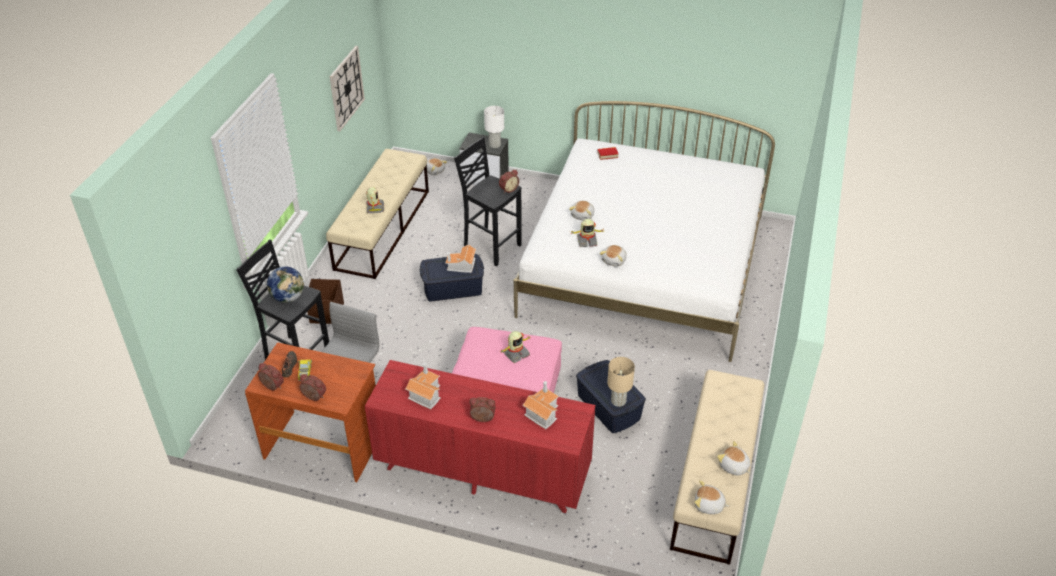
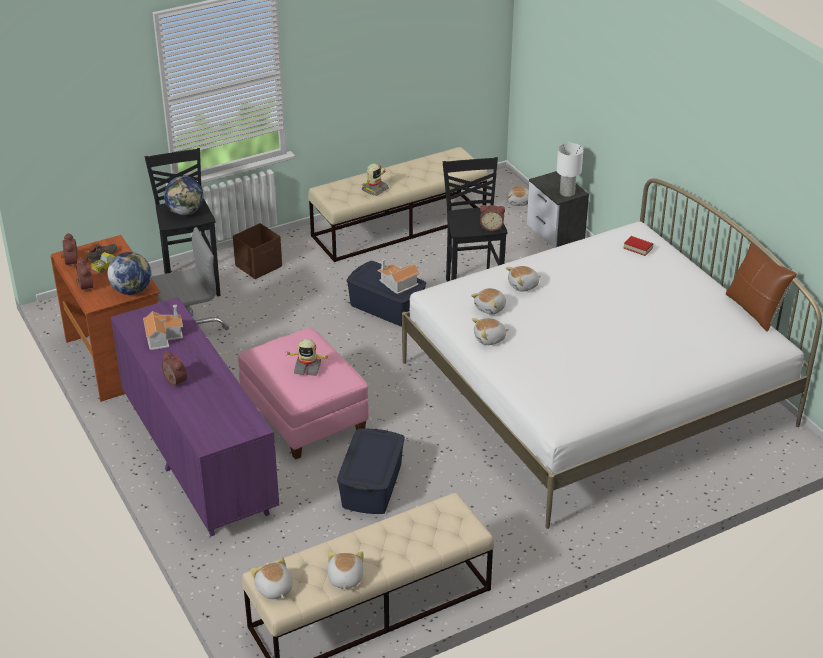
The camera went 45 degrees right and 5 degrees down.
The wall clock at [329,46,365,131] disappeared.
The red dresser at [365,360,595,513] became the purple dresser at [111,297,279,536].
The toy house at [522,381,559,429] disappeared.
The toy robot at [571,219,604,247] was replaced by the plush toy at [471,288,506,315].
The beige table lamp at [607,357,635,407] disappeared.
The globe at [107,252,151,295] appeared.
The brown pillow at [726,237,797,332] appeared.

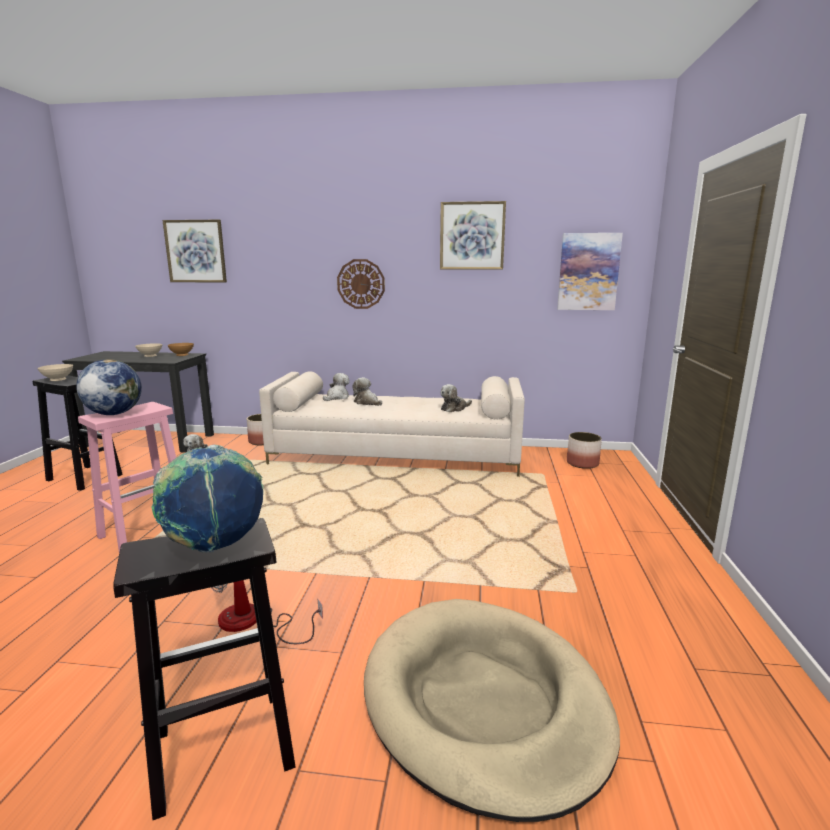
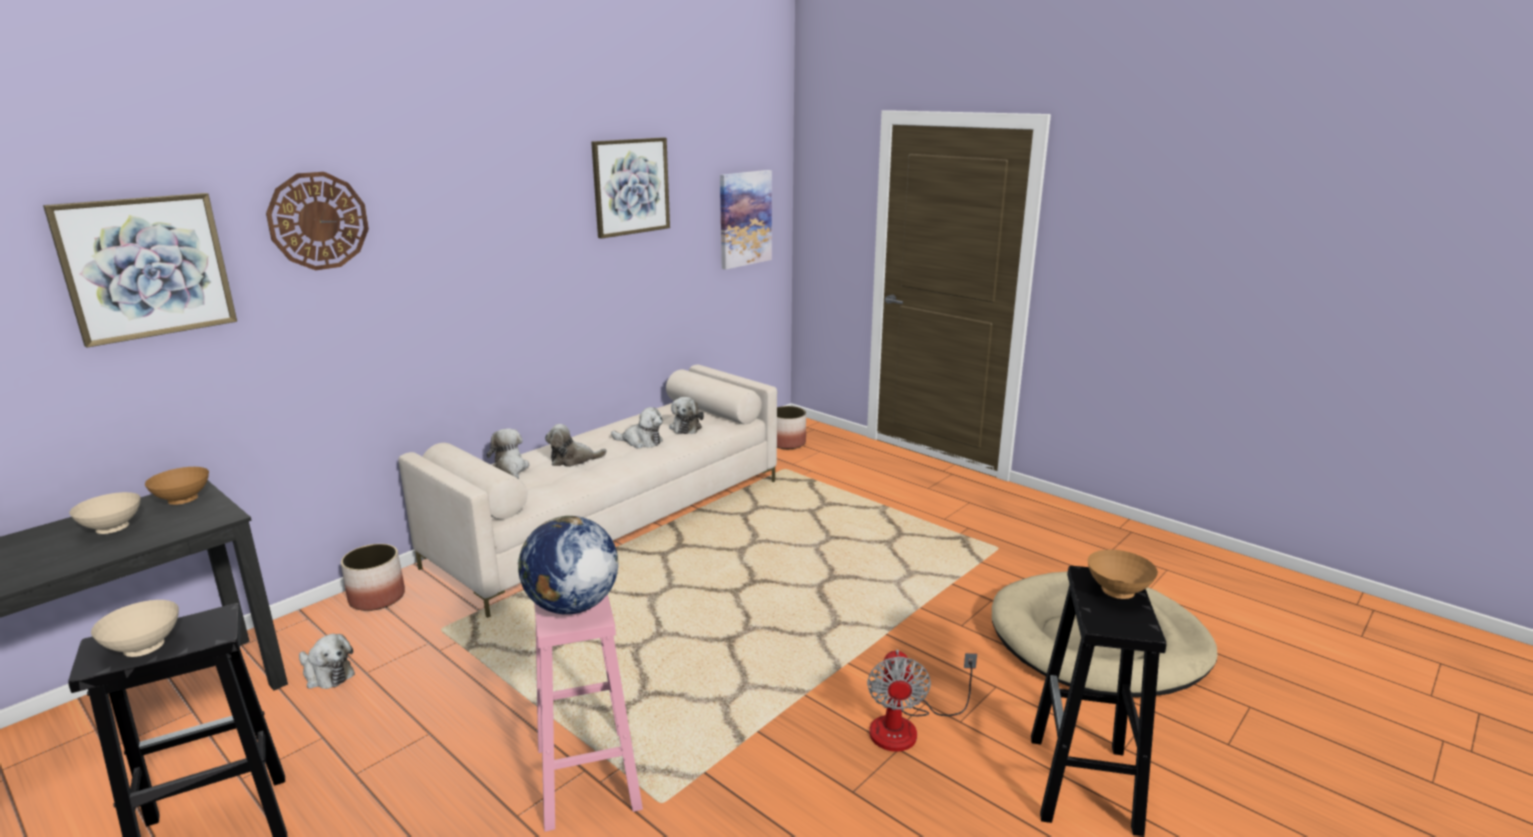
The camera went 55 degrees left and 5 degrees up.
The globe at [151,445,264,553] was replaced by the brown bowl at [1088,550,1158,599].
The wall clock moved from [337,259,385,309] to [266,172,369,270].
The plush toy at [611,407,663,448] appeared.

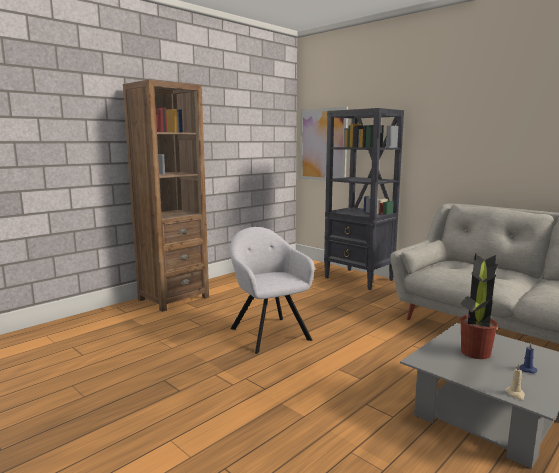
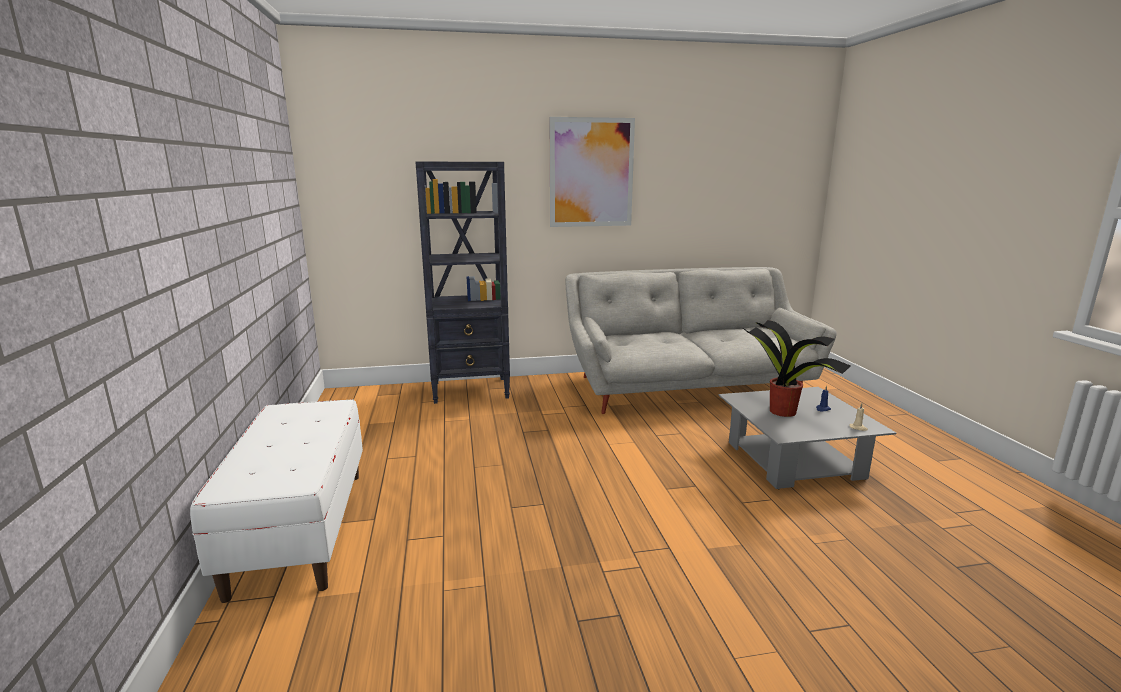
The camera went 55 degrees left and 5 degrees up.
The brown bookcase at [123,79,209,312] was replaced by the white bench at [190,399,363,603].
The grey armchair at [230,227,315,354] disappeared.
The picture moved from [300,107,348,181] to [550,117,635,227].

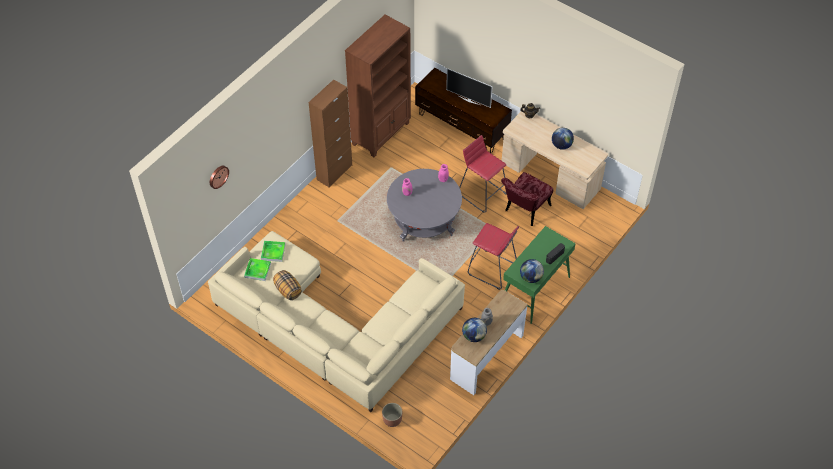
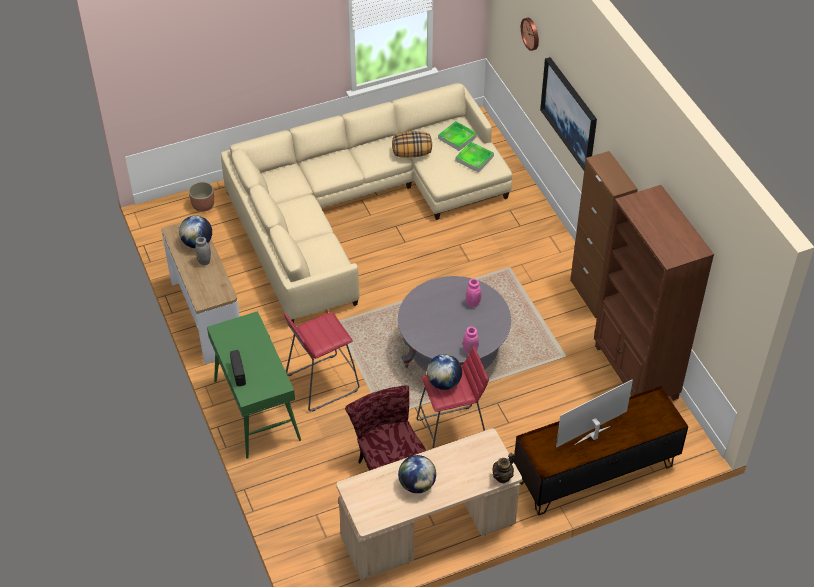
The camera went 120 degrees right and 5 degrees down.
The globe moved from [520,259,544,283] to [427,354,462,390].
The picture at [540,57,597,170] appeared.

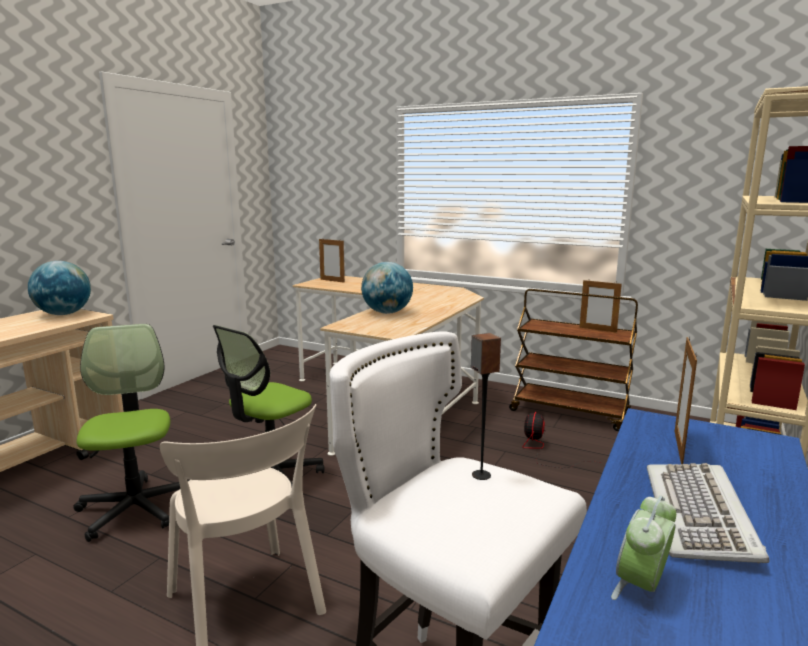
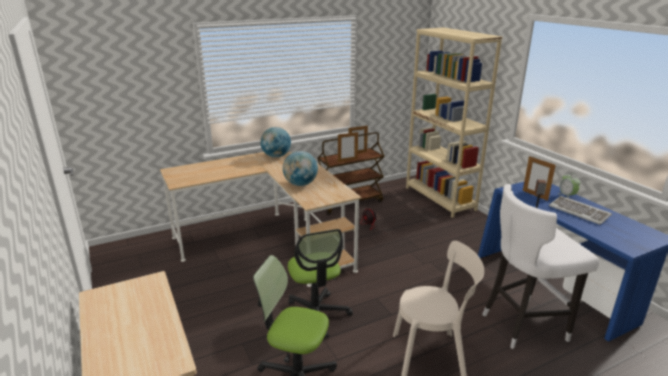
The camera went 55 degrees left and 10 degrees up.
The globe moved from [28,261,91,315] to [260,127,291,158].
The picture frame moved from [319,238,345,283] to [338,131,358,162].
The alarm clock moved from [611,495,676,600] to [557,173,581,198].

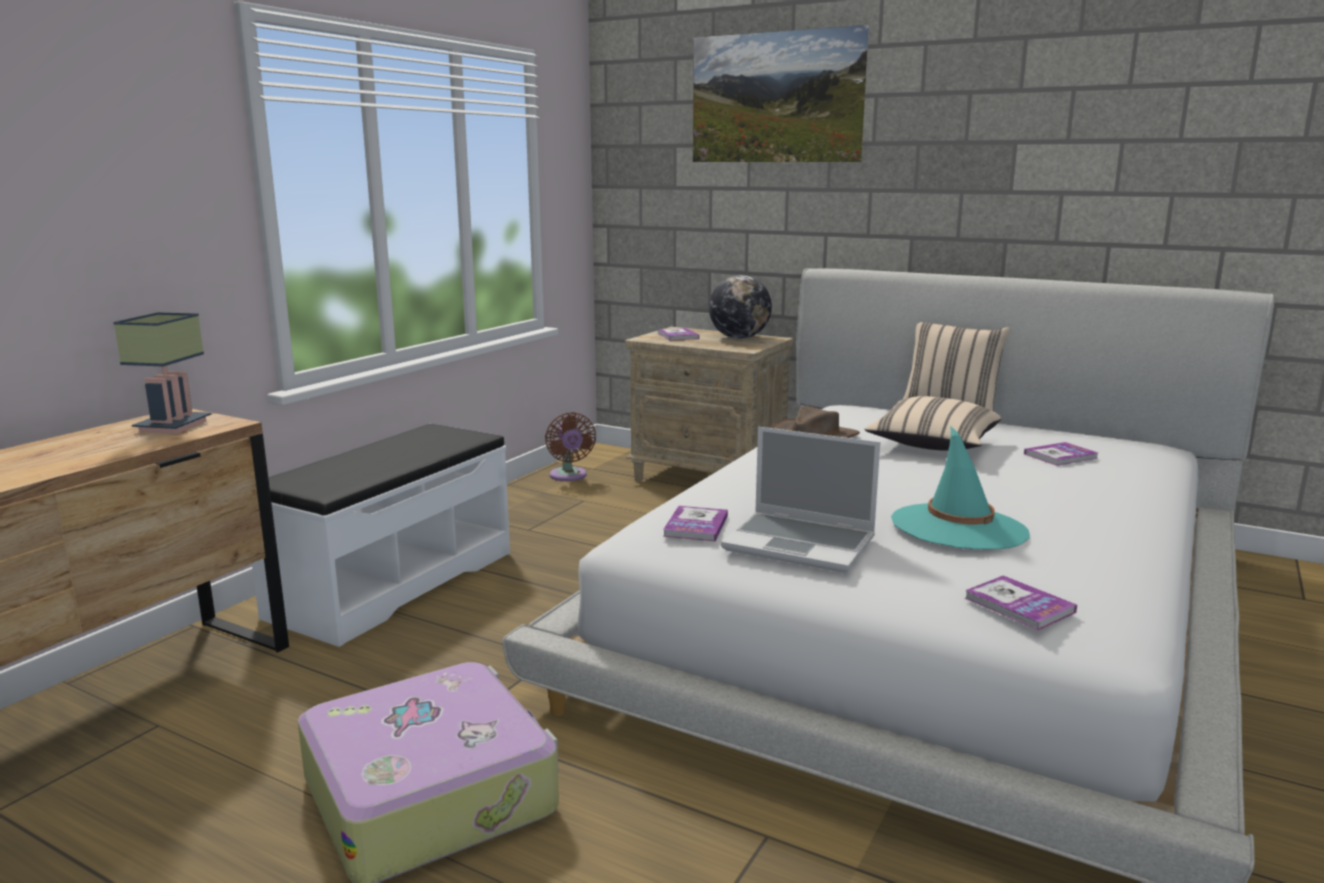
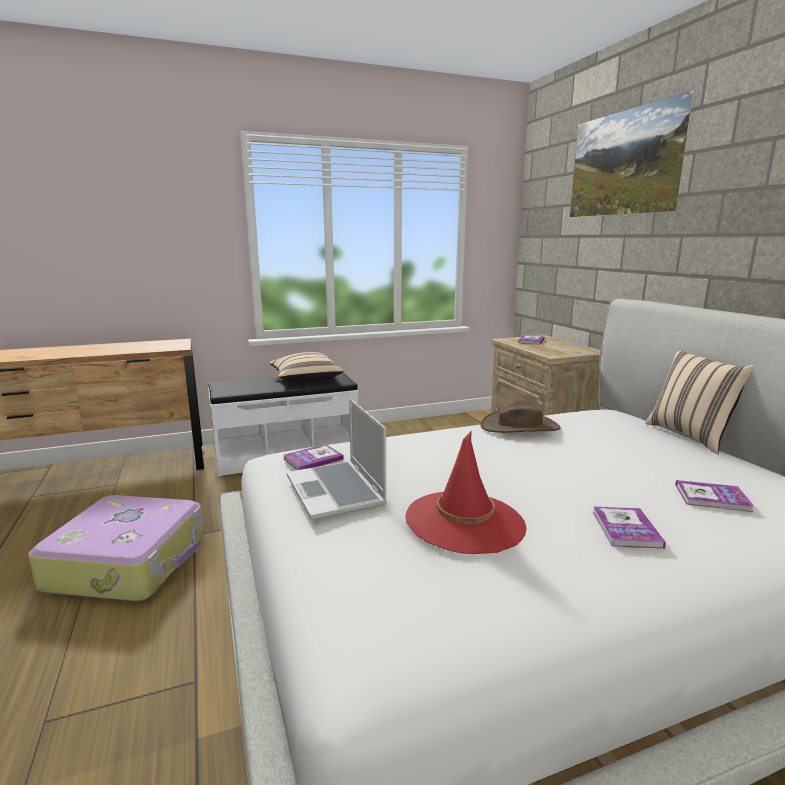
The camera went 40 degrees right and 0 degrees up.
The table lamp at [113,312,211,434] disappeared.
The brown fan at [545,412,596,481] disappeared.
The globe at [709,275,772,339] disappeared.
The beige pillow moved from [864,396,1001,451] to [269,352,344,382].
The turquoise hat at [891,426,1030,549] became the red hat at [405,430,527,554].
The book moved from [964,576,1077,630] to [593,507,666,549].

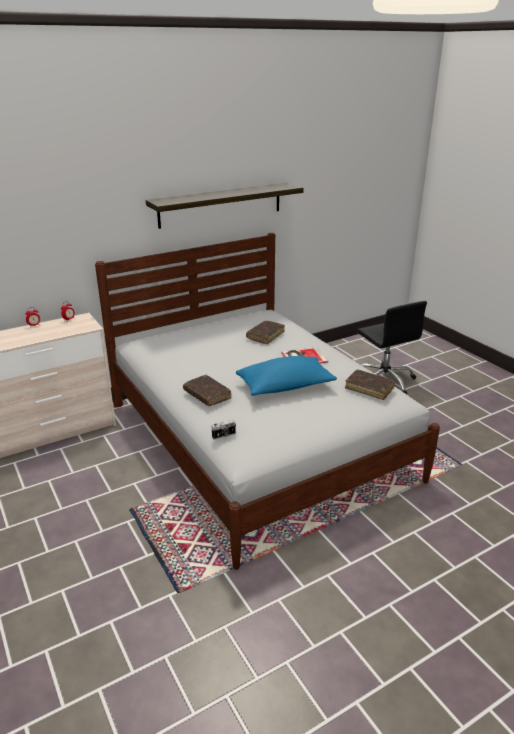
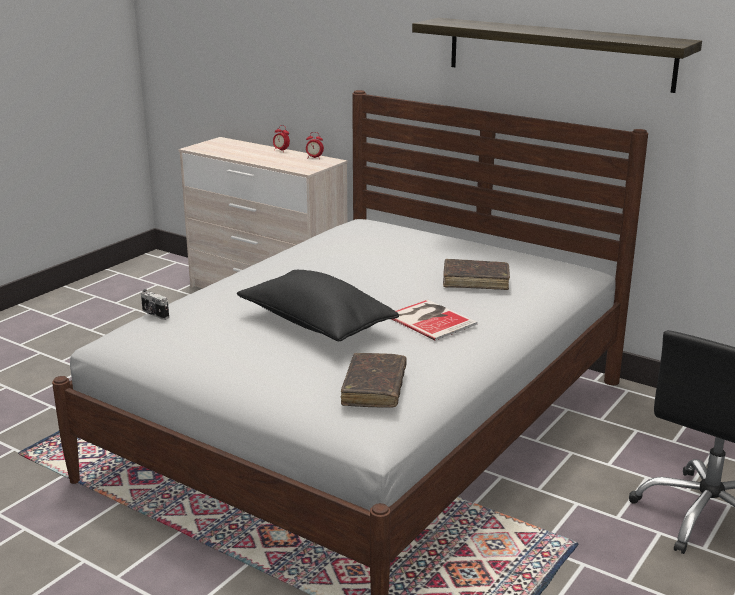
The camera went 65 degrees right and 5 degrees down.
The brown book at [183,375,232,406] disappeared.
The blue pillow at [236,356,337,396] became the black pillow at [237,270,399,341].

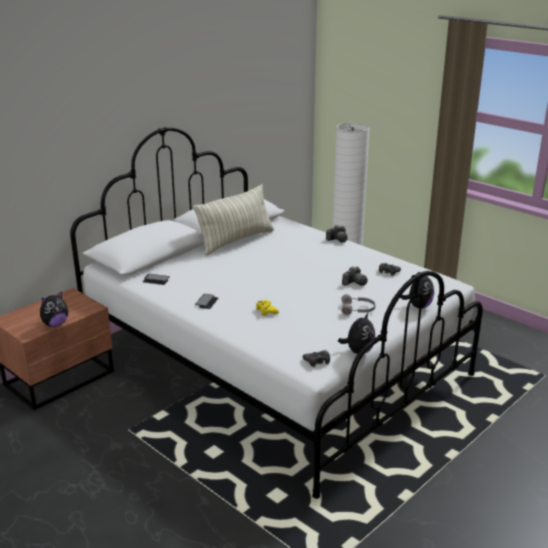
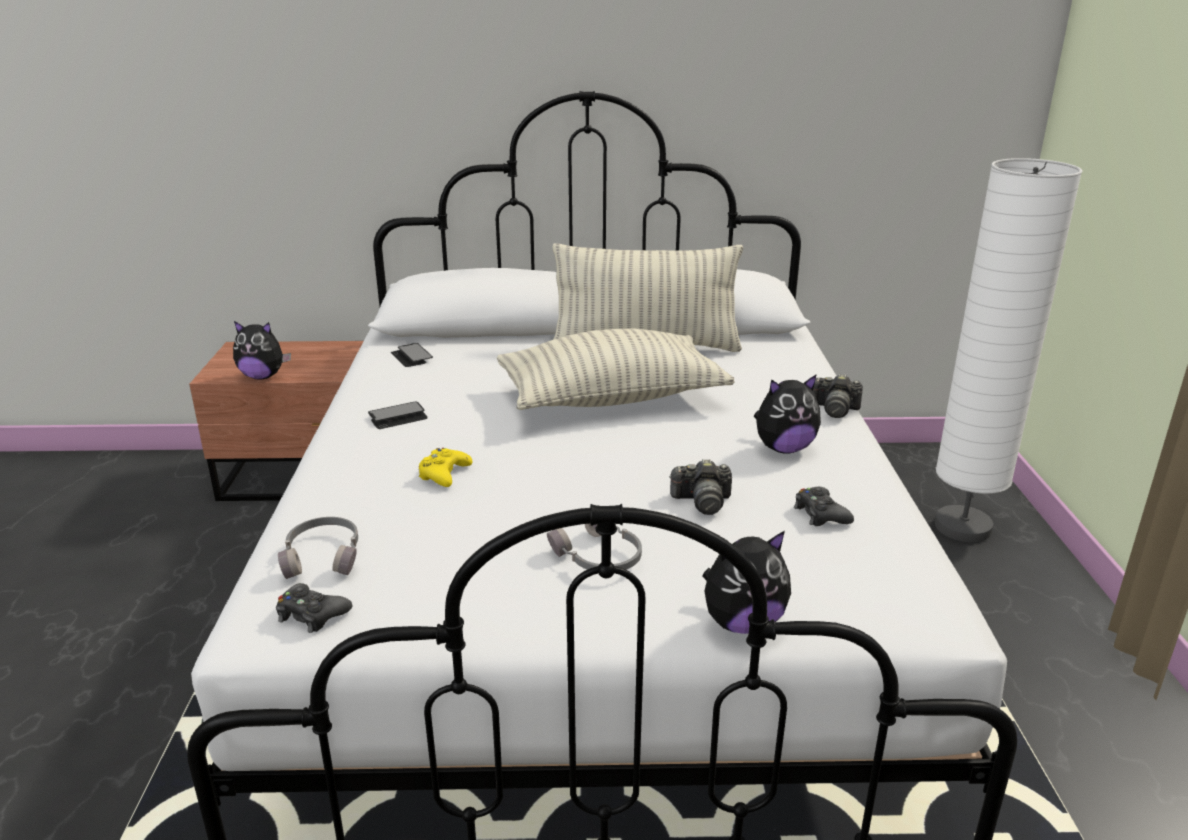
The camera went 45 degrees right and 0 degrees up.
The plush toy moved from [338,312,375,354] to [754,374,821,454].
The grey headphones at [278,517,358,579] appeared.
The pillow at [497,329,735,410] appeared.

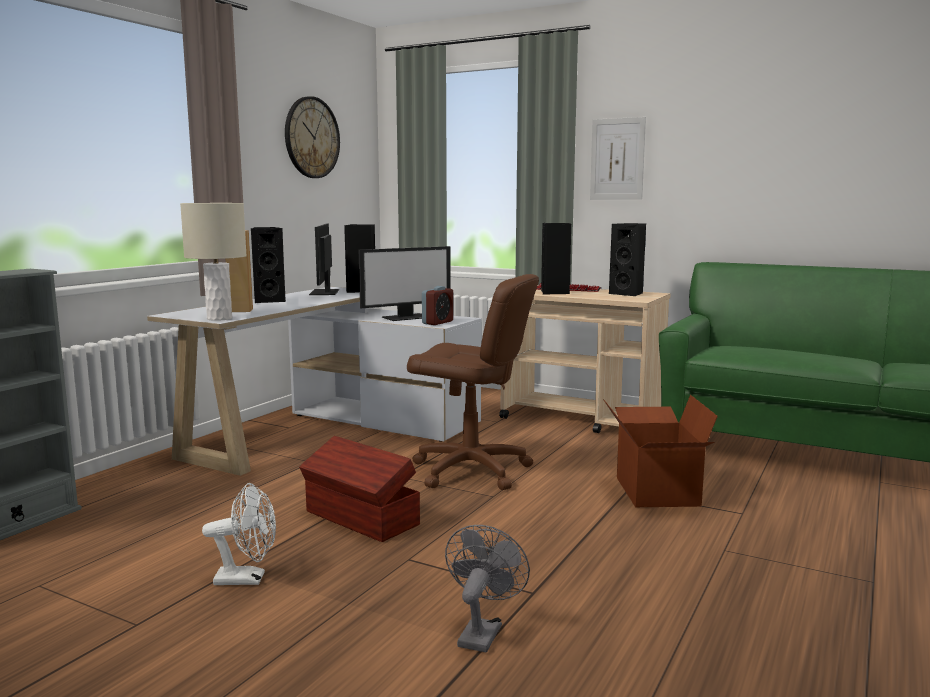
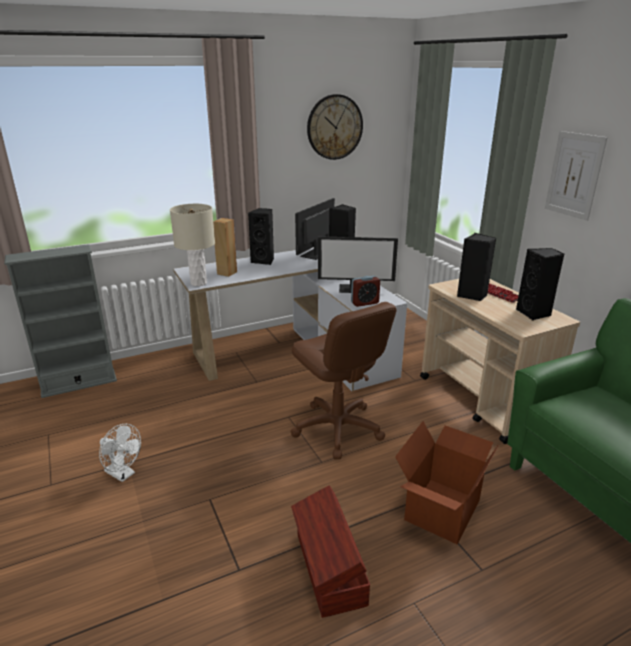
The camera went 35 degrees right and 15 degrees up.
The brown storage box moved from [299,436,420,542] to [291,485,370,618].
The grey fan at [445,525,530,652] disappeared.

